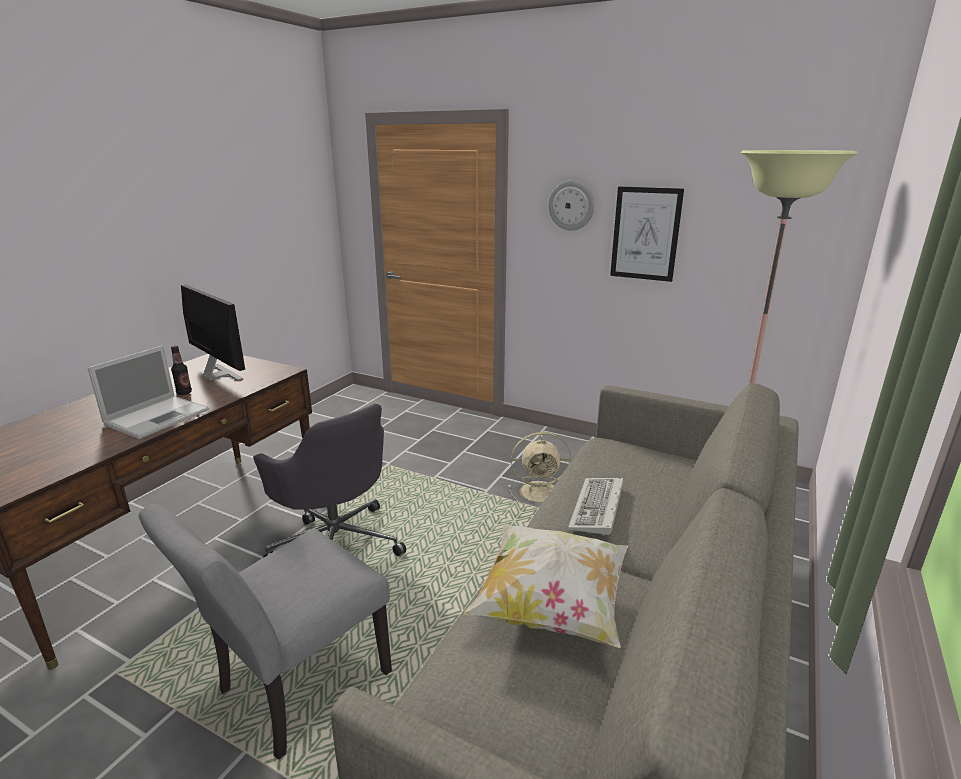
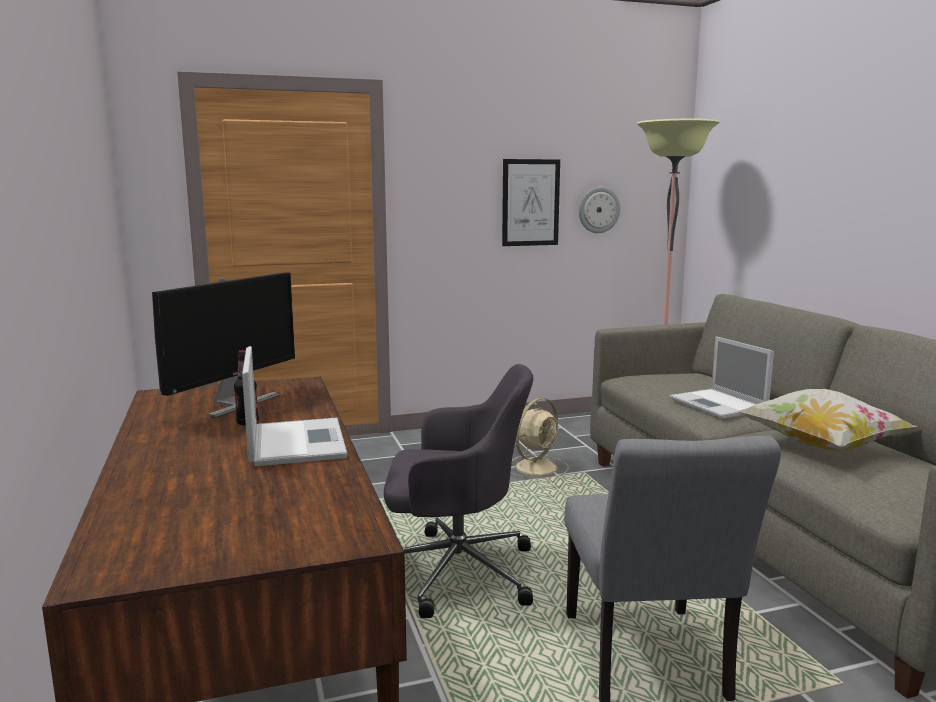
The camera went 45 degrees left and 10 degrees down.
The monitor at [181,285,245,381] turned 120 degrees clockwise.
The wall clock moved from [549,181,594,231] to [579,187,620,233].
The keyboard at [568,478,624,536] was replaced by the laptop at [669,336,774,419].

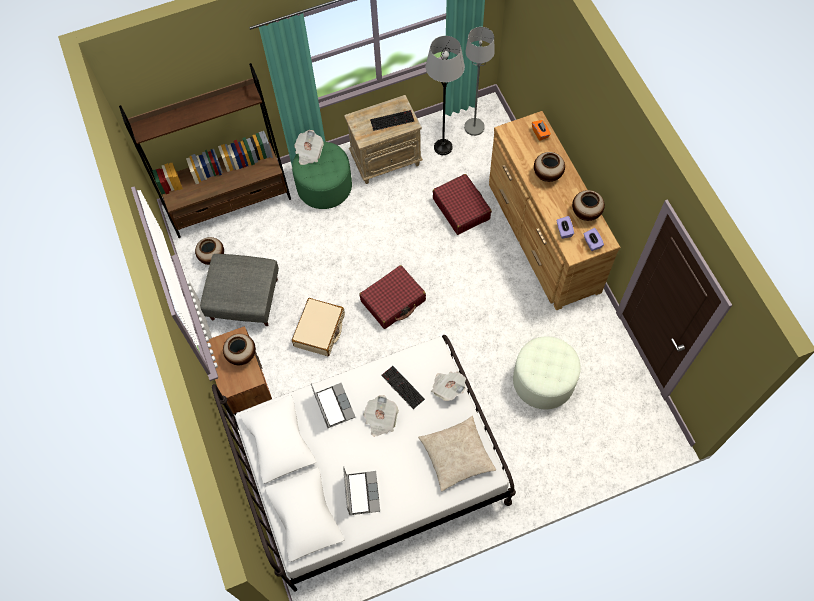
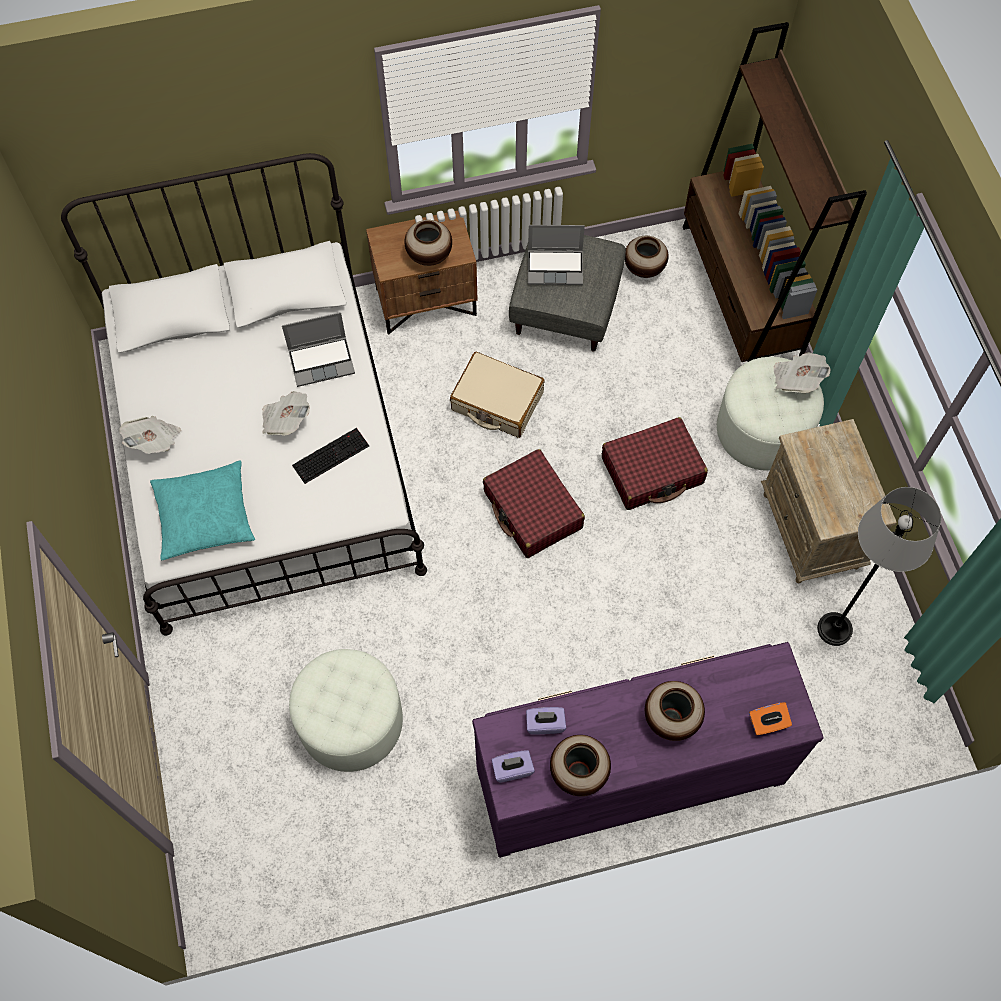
The camera went 95 degrees right and 0 degrees up.
The green ottoman at [292,142,352,209] became the white ottoman at [717,357,824,471].
The laptop moved from [343,466,380,515] to [528,225,585,285].
The keyboard at [370,110,414,131] disappeared.
The beige pillow at [418,416,496,492] became the turquoise pillow at [150,460,255,560].
The newspaper moved from [431,372,466,401] to [119,416,181,454].
The red suitcase moved from [433,174,492,235] to [602,417,708,510].
The grey floor lamp at [464,27,495,136] disappeared.
The brown dresser at [489,111,620,310] became the purple dresser at [472,642,824,858].

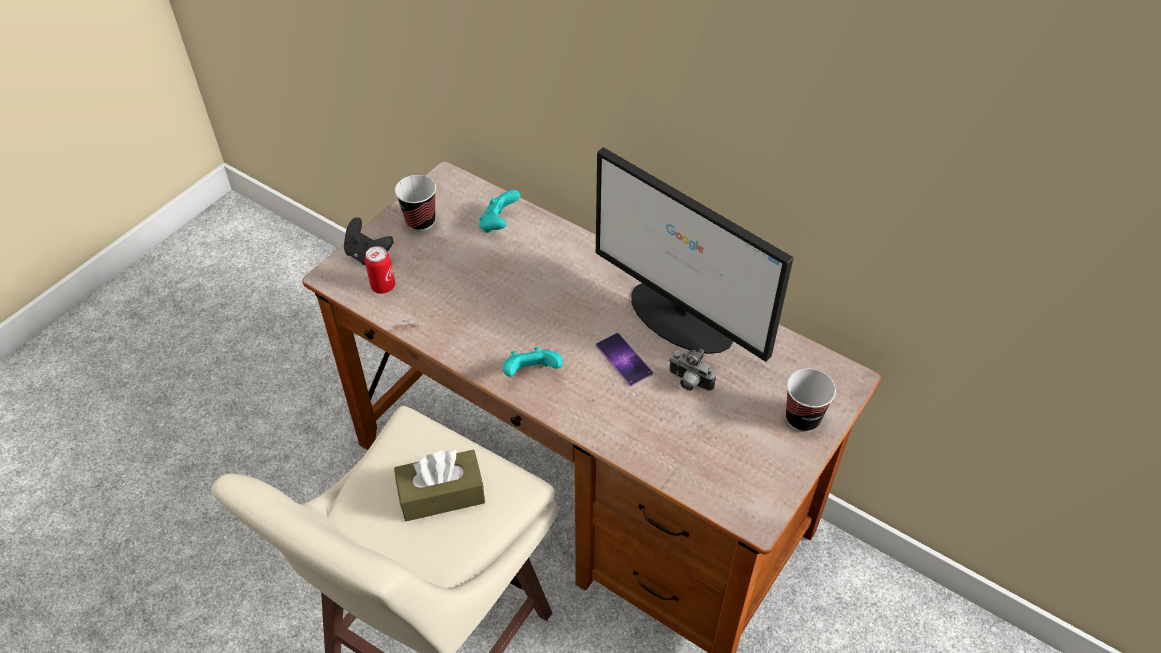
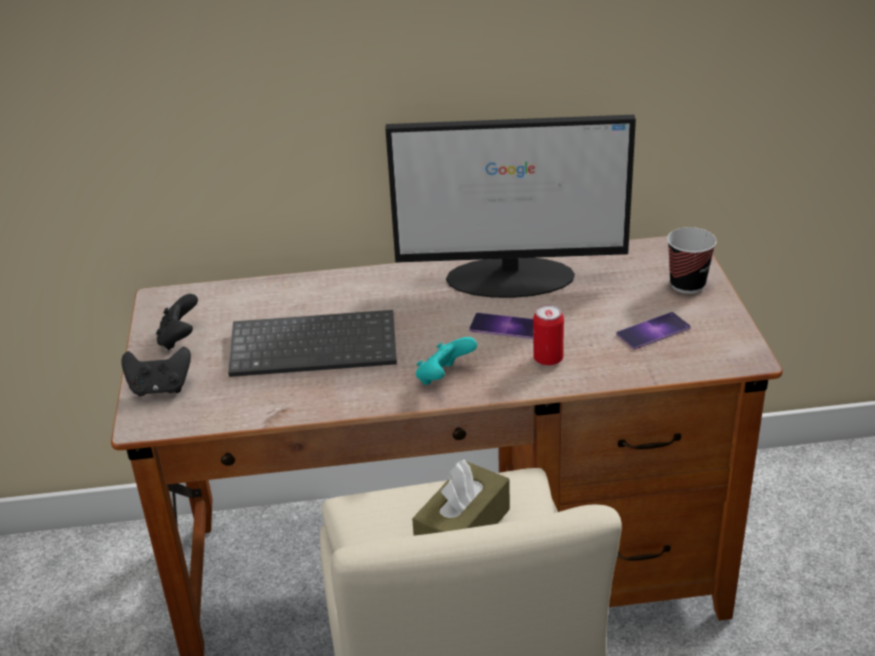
The camera went 40 degrees left and 15 degrees down.
The can moved from [365,246,395,294] to [533,305,564,366].
The cup at [395,175,436,231] was replaced by the black game controller at [156,294,198,350].
The turquoise game controller at [479,190,520,233] disappeared.
The photo camera at [669,349,716,391] disappeared.
The keyboard at [228,310,397,377] appeared.
The phone at [616,312,691,349] appeared.

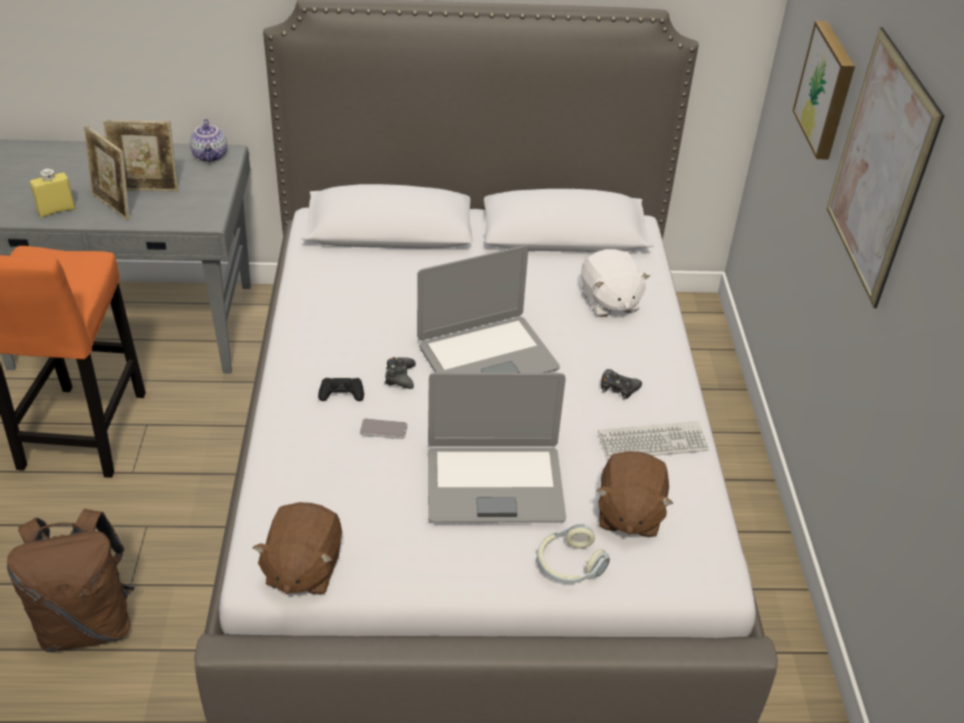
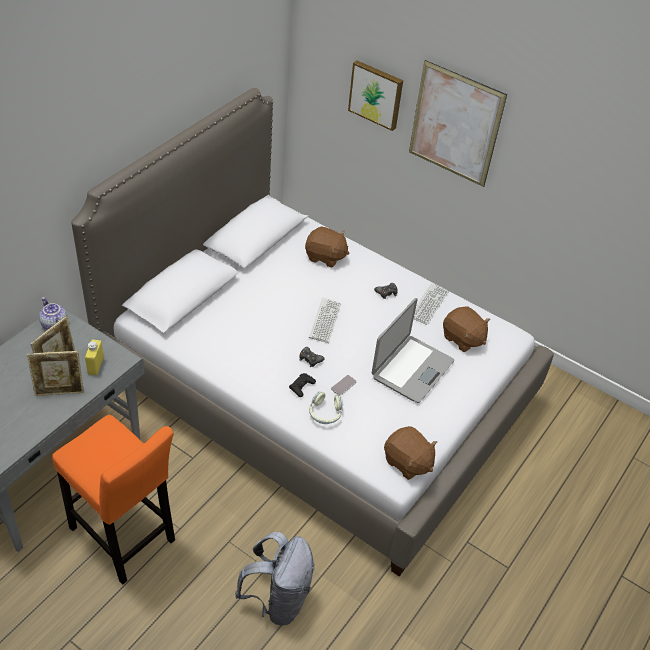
The camera went 55 degrees left and 5 degrees up.
The brown backpack at [7,509,135,653] became the grey backpack at [235,532,315,626].
The yellow bottle moved from [30,169,75,218] to [85,340,104,375].
The teapot at [190,119,227,162] turned 150 degrees counterclockwise.
The laptop at [417,246,560,373] was replaced by the keyboard at [309,297,341,343].
The headphones moved from [537,524,610,583] to [309,391,343,424].
The white plush toy at [581,249,651,317] became the brown plush toy at [305,226,350,267].

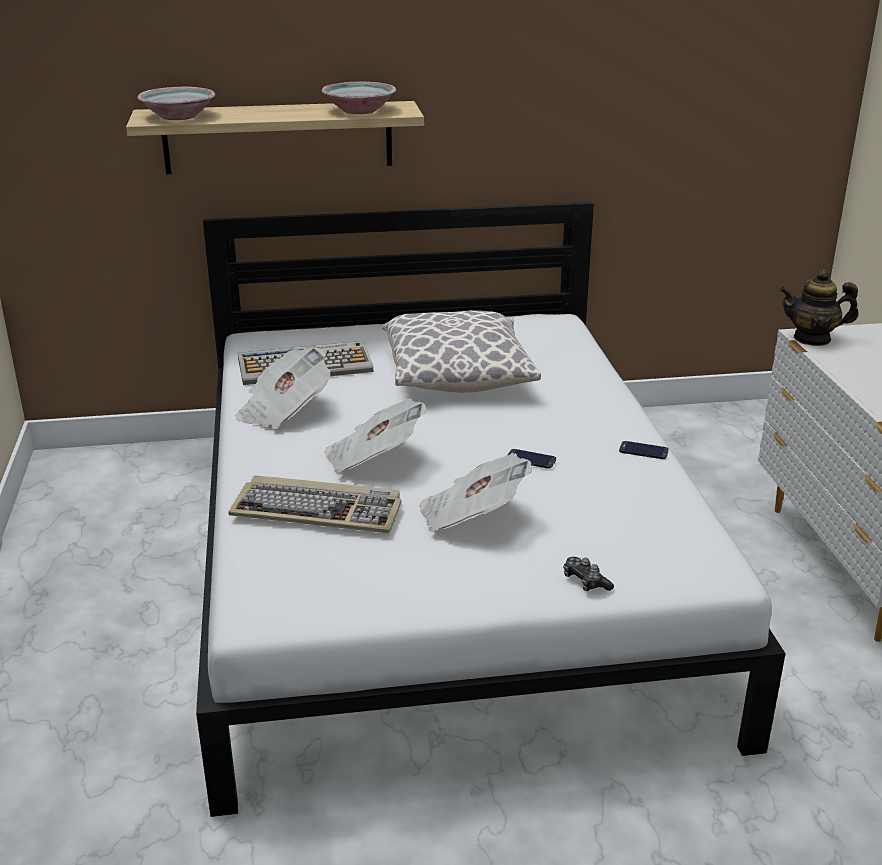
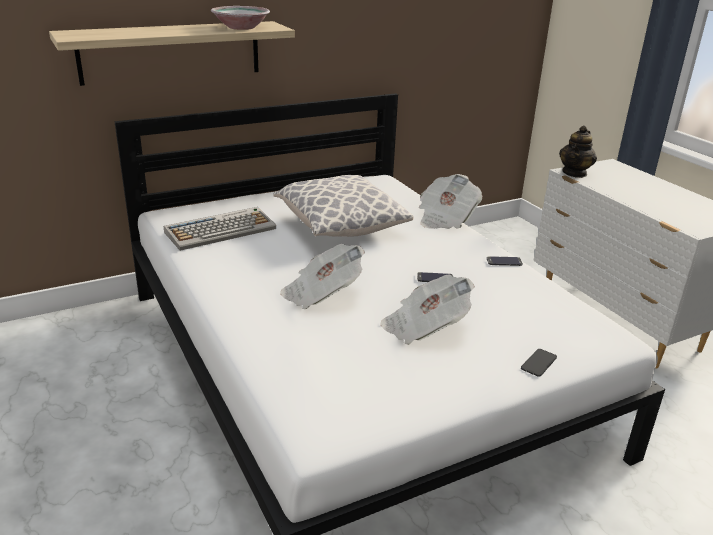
The camera went 20 degrees left and 0 degrees up.
The bowl at [137,87,215,120] disappeared.
The keyboard at [228,475,401,533] disappeared.
The newspaper moved from [235,348,330,428] to [419,174,483,229].
The game controller at [563,557,614,592] was replaced by the phone at [521,349,557,377].
The teapot at [780,270,858,346] turned 45 degrees counterclockwise.

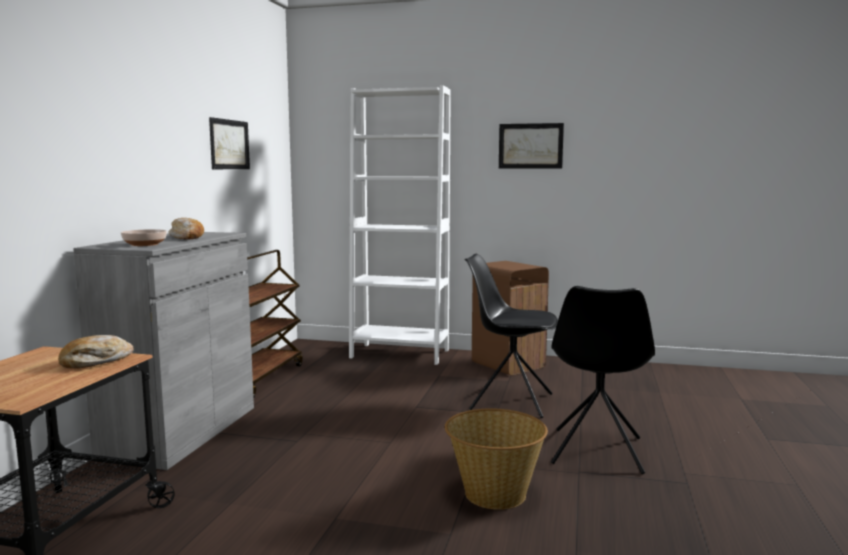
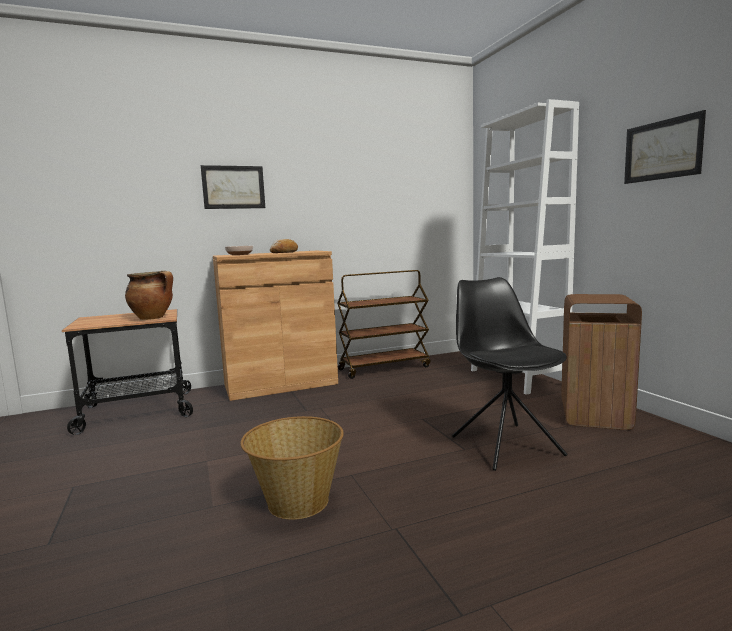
The camera went 55 degrees right and 0 degrees up.
The bread at [58,335,134,368] was replaced by the cooking pot at [125,271,173,320].
The grey cabinet at [73,232,254,470] became the brown cabinet at [213,251,338,401].
The picture moved from [209,117,250,169] to [201,165,265,209].
The black chair at [551,286,655,474] disappeared.

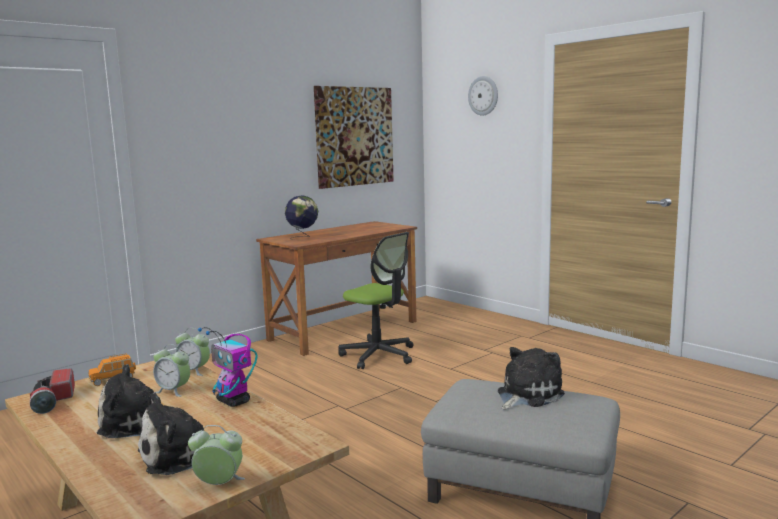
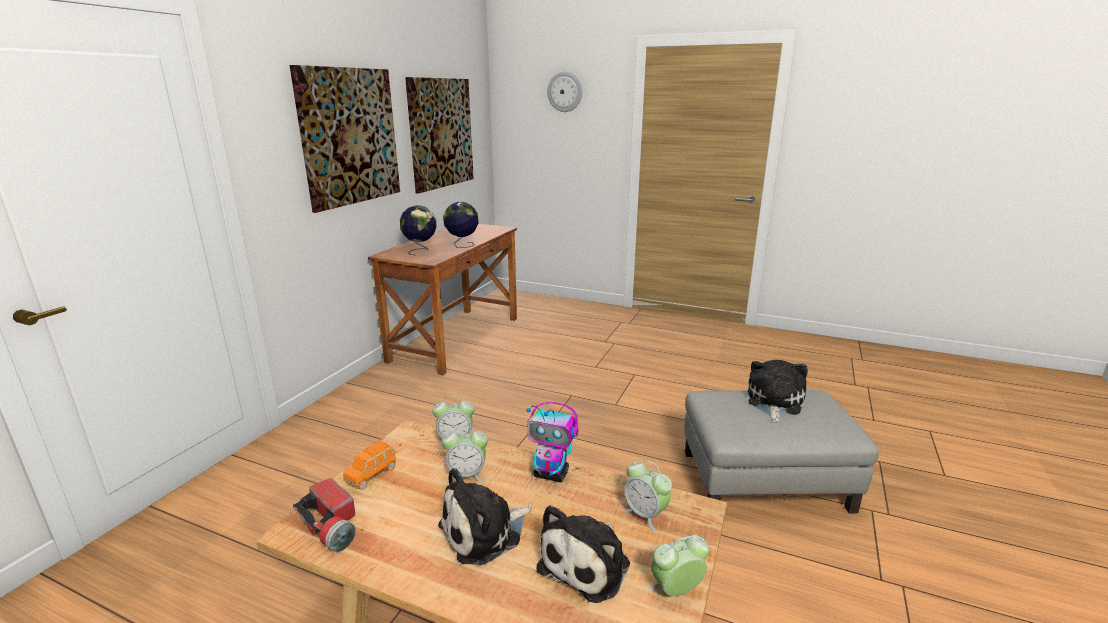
The camera went 25 degrees left and 10 degrees up.
The office chair at [338,232,414,369] disappeared.
The picture at [290,65,400,213] appeared.
The globe at [443,202,479,248] appeared.
The alarm clock at [622,460,672,531] appeared.

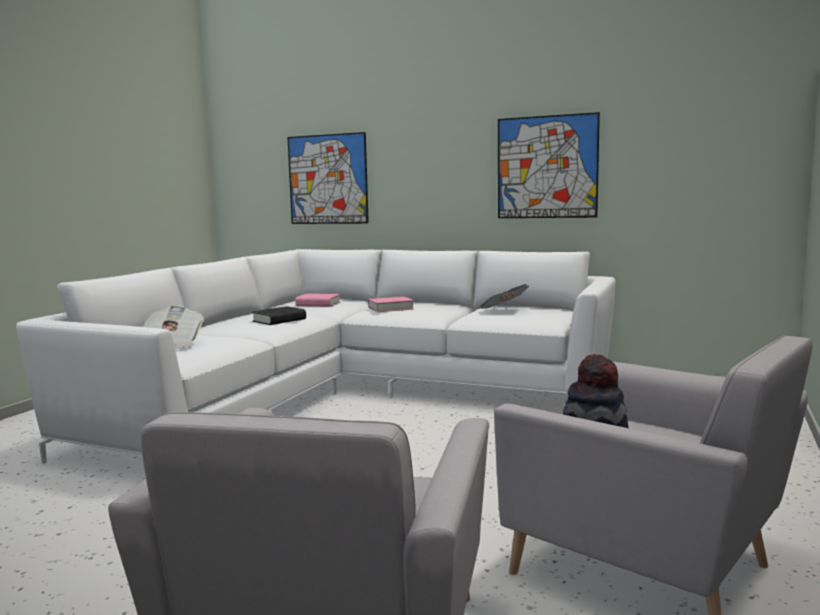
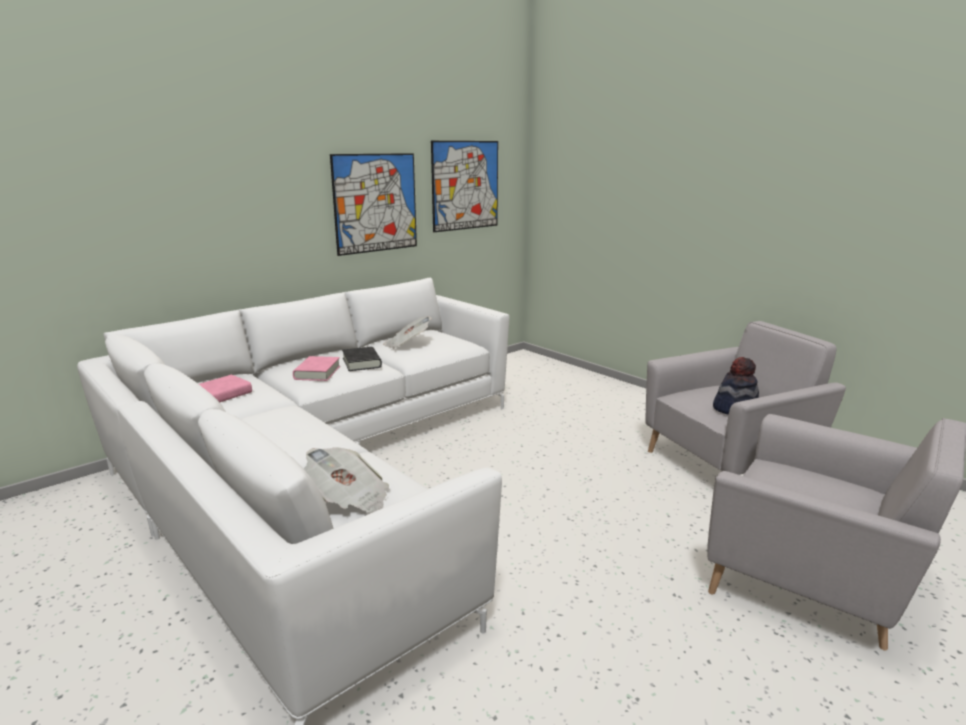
The camera went 65 degrees left and 10 degrees up.
The black book moved from [252,306,306,325] to [342,347,382,371].
The picture moved from [287,132,369,224] to [431,141,498,232].

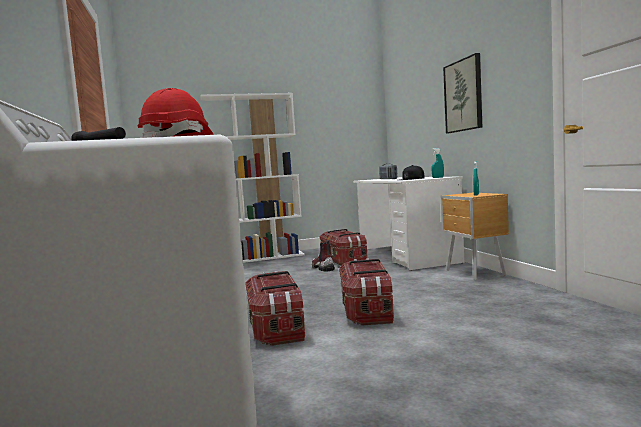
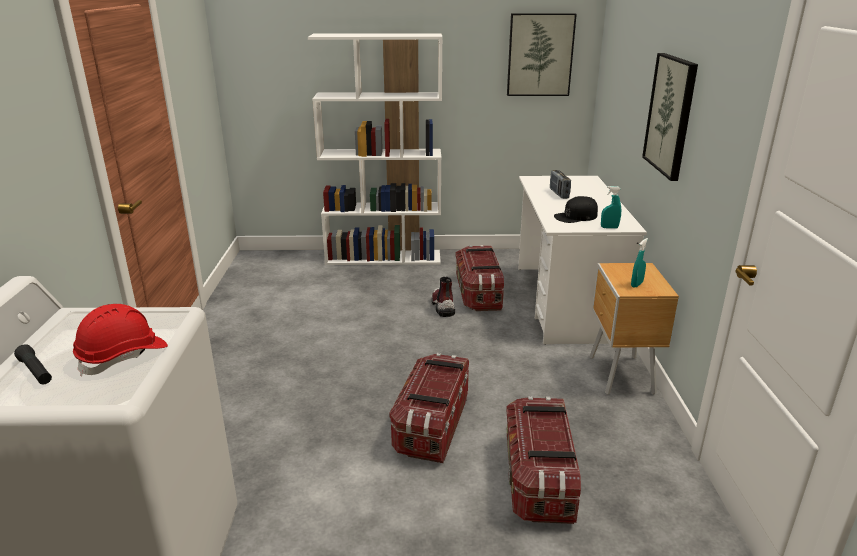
The camera went 15 degrees right and 20 degrees up.
The storage box moved from [245,271,305,346] to [506,396,581,524].
The picture at [507,13,577,96] appeared.

